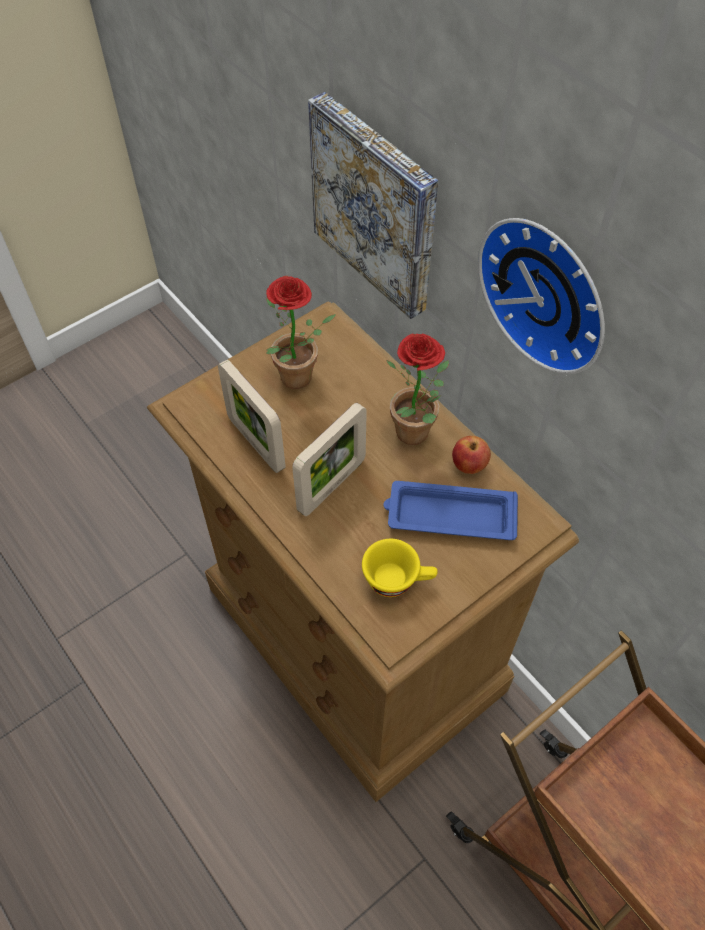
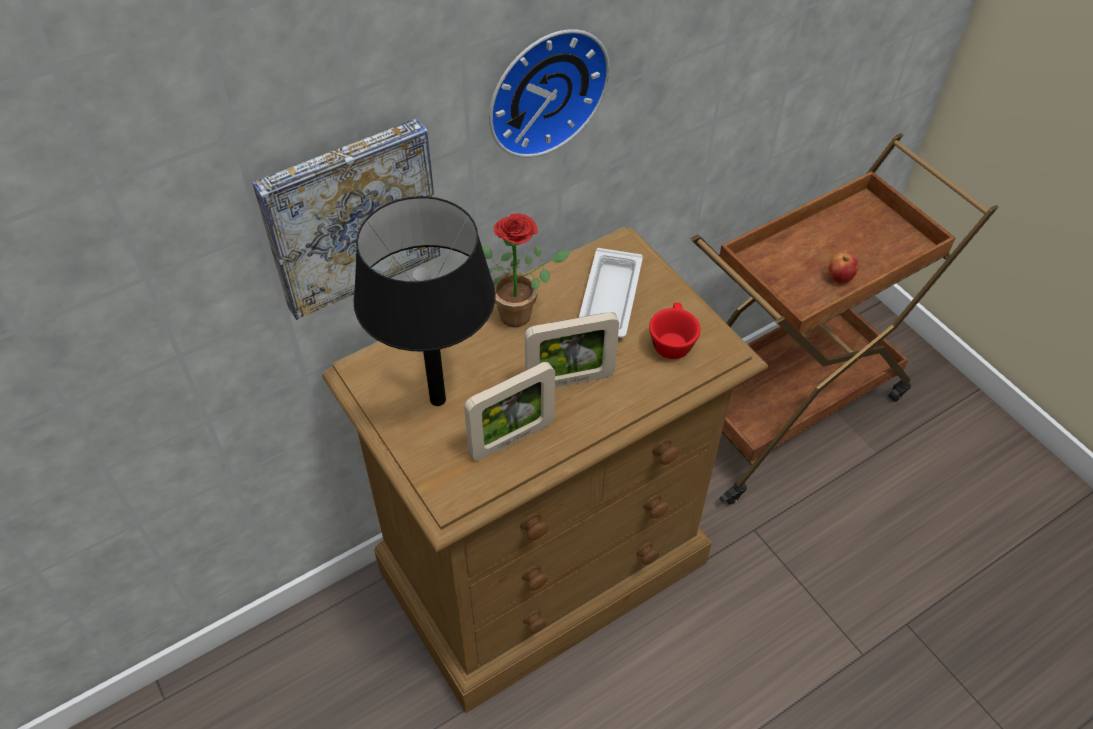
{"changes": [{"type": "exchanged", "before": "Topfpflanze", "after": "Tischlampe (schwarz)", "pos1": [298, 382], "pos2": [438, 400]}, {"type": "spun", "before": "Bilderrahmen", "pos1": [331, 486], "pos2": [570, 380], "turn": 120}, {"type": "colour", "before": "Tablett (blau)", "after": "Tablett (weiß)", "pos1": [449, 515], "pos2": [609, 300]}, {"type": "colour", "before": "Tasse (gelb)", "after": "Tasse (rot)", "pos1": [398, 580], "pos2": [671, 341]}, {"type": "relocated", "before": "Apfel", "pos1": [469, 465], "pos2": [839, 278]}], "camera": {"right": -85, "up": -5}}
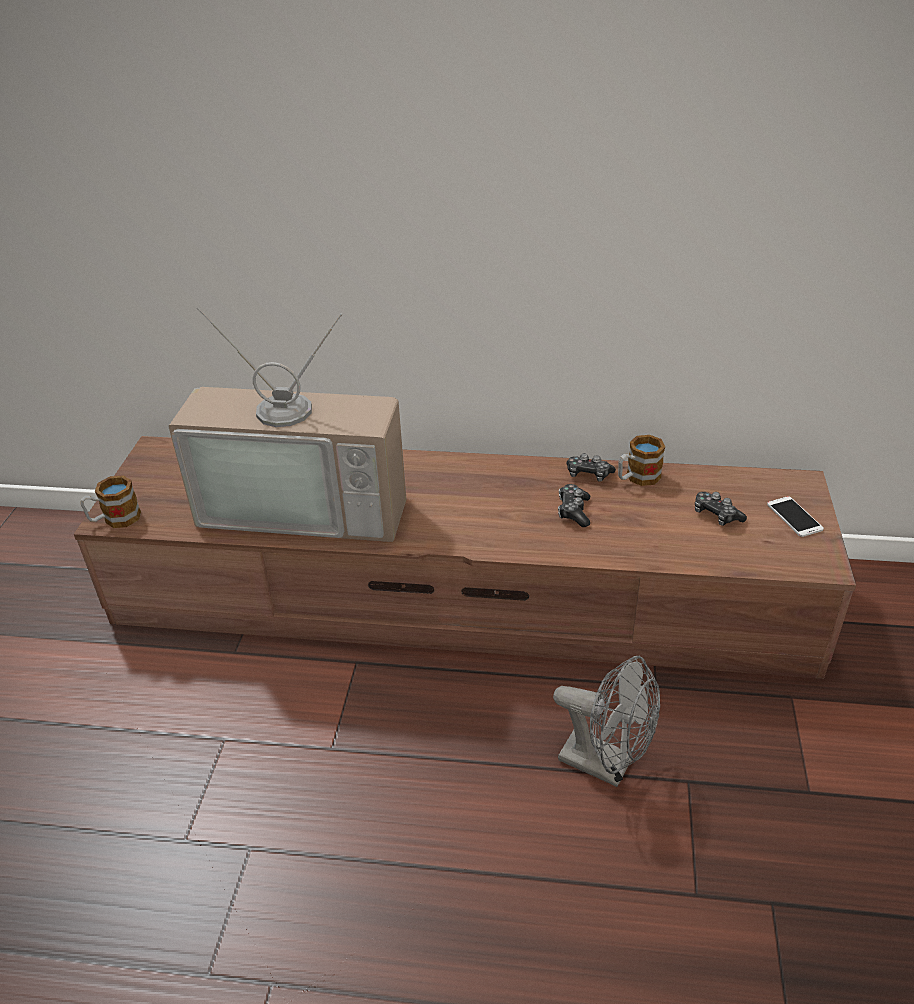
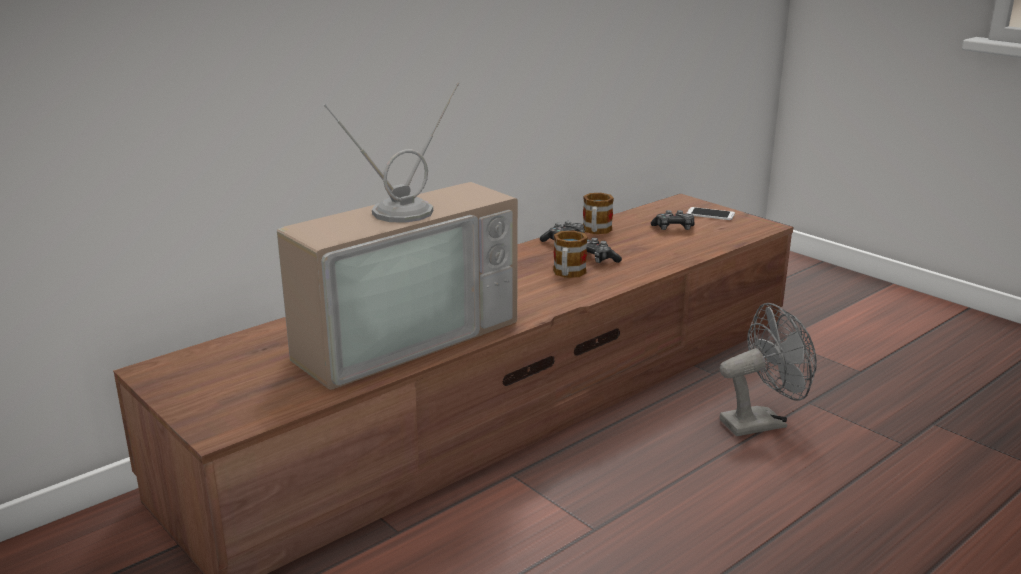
{"changes": [{"type": "relocated", "before": "Henkelbecher", "pos1": [115, 519], "pos2": [568, 274]}], "camera": {"right": -50, "up": -15}}
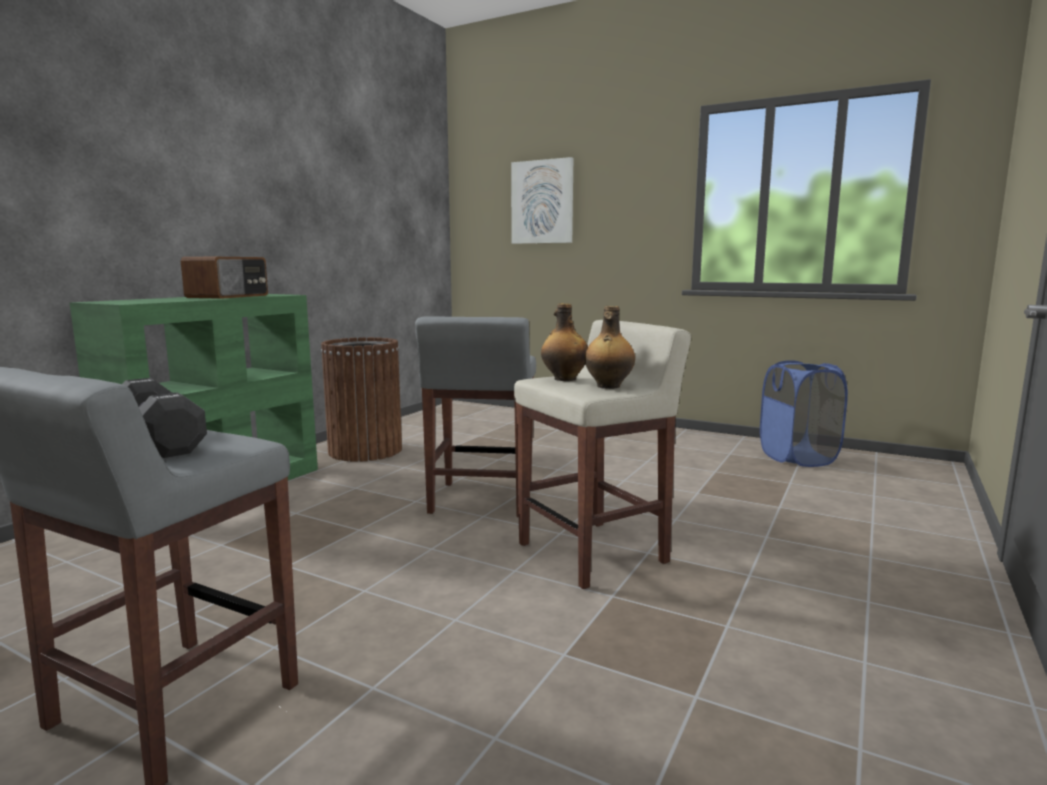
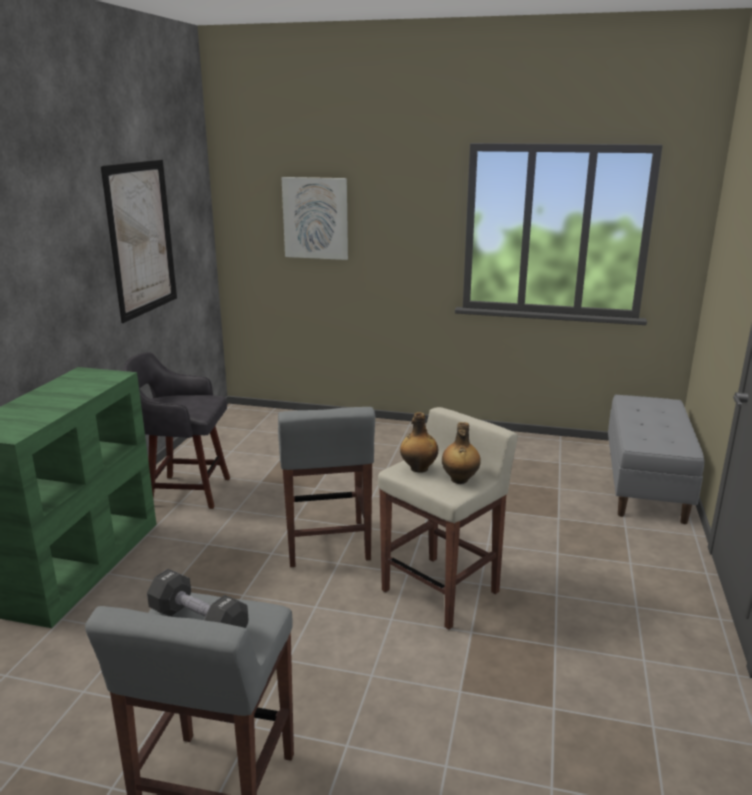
{"changes": [{"type": "appeared", "after": "Bild", "pos2": [141, 238]}, {"type": "exchanged", "before": "Mülleimer (braun)", "after": "Hocker (grau)", "pos1": [365, 450], "pos2": [185, 491]}, {"type": "appeared", "after": "Bank (grau)", "pos2": [645, 485]}, {"type": "missing", "before": "Radio", "pos1": [229, 296]}, {"type": "missing", "before": "Wäschekorb (blau)", "pos1": [798, 458]}], "camera": {"right": -15, "up": 10}}
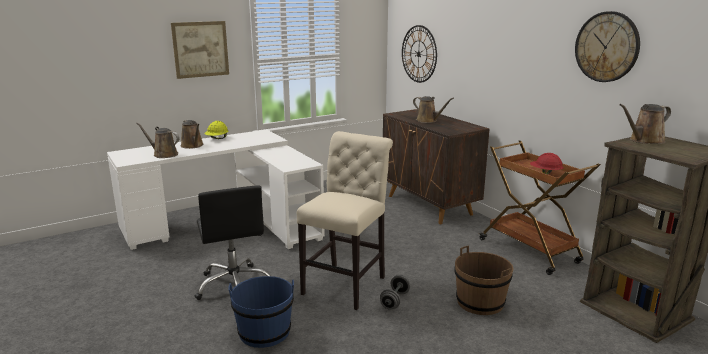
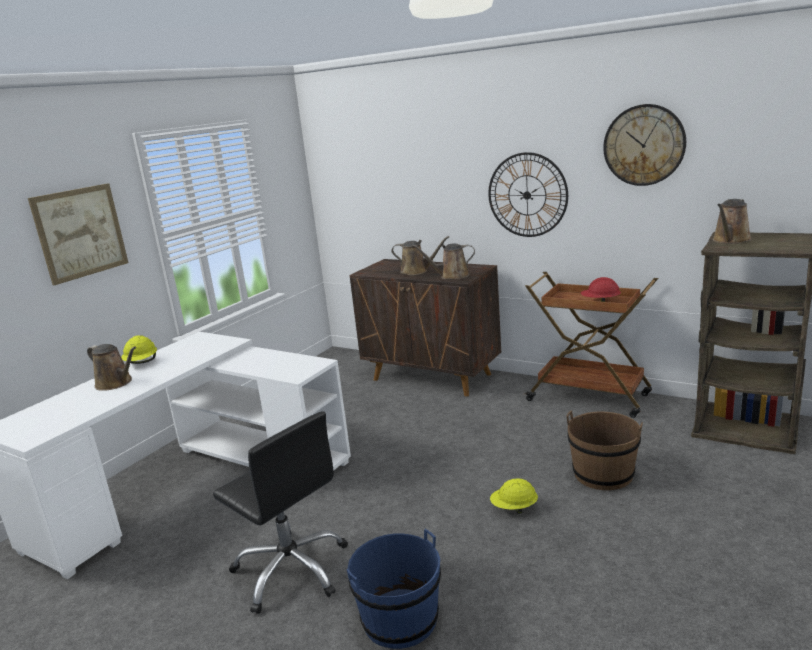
{"changes": [{"type": "relocated", "before": "Gießkanne (braun)", "pos1": [163, 154], "pos2": [451, 276]}, {"type": "relocated", "before": "Wanduhr", "pos1": [418, 54], "pos2": [527, 195]}, {"type": "exchanged", "before": "Hantel (grau)", "after": "Schutzhelm (gelb)", "pos1": [395, 300], "pos2": [514, 508]}, {"type": "missing", "before": "Hocker (beige)", "pos1": [347, 284]}], "camera": {"right": -25, "up": 0}}
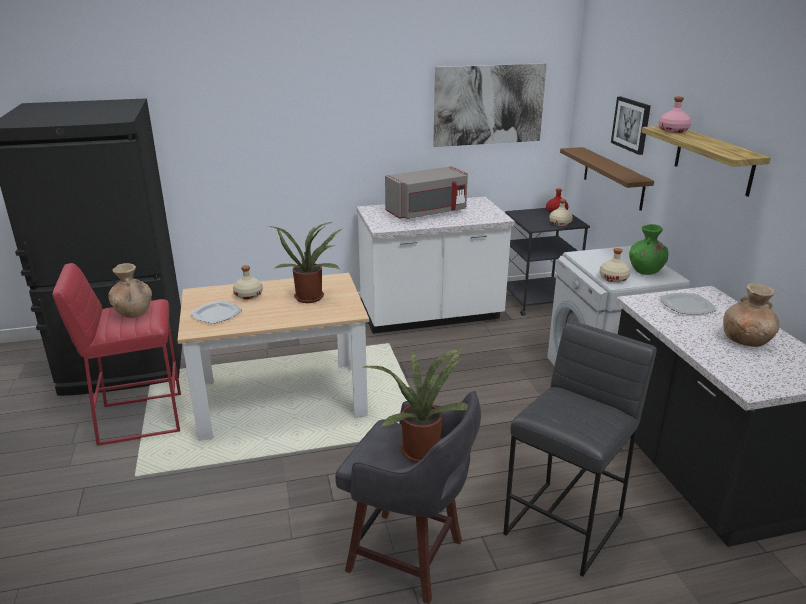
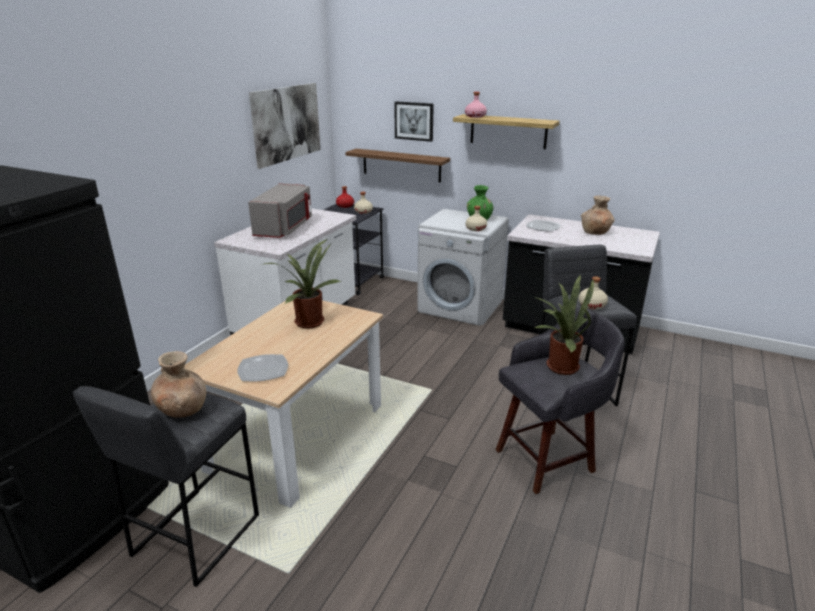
{"changes": [{"type": "colour", "before": "Hocker (rot)", "after": "Hocker (grau)", "pos1": [139, 418], "pos2": [195, 536]}, {"type": "relocated", "before": "Flasche (beige)", "pos1": [249, 295], "pos2": [592, 305]}], "camera": {"right": -50, "up": 0}}
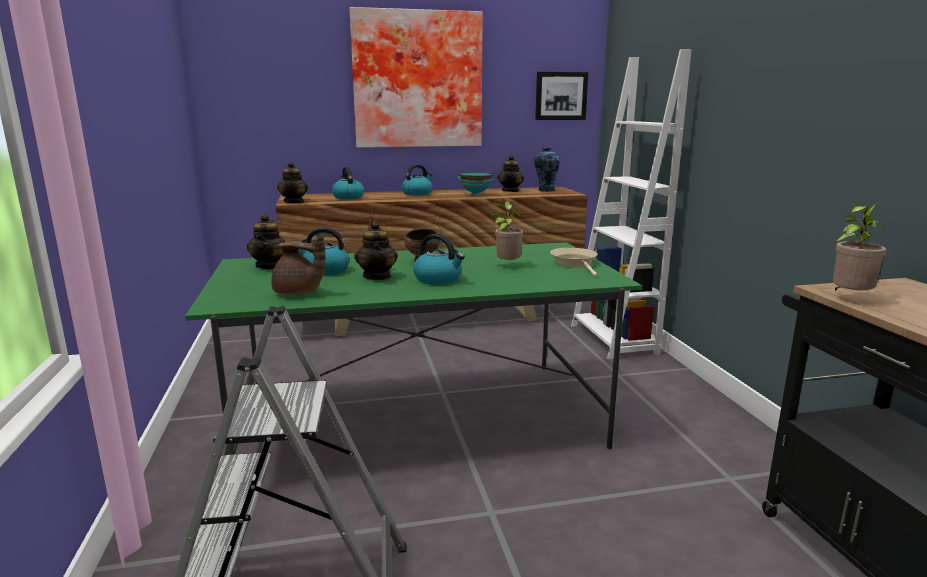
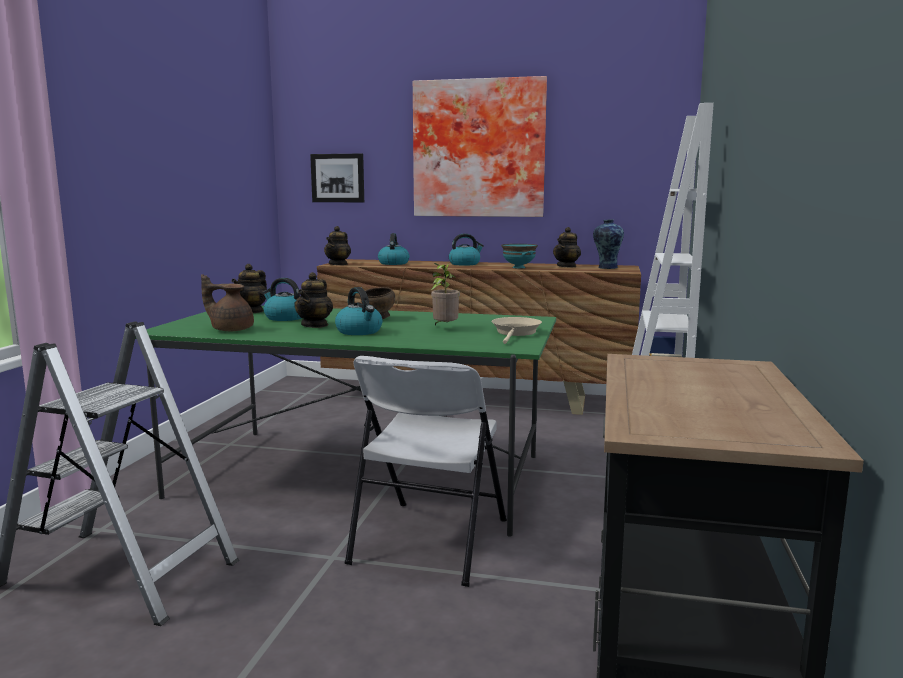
{"changes": [{"type": "spun", "before": "Teekanne (braun)", "pos1": [298, 293], "pos2": [231, 329], "turn": 150}, {"type": "relocated", "before": "Bild", "pos1": [561, 96], "pos2": [338, 178]}, {"type": "appeared", "after": "Stuhl (weiß)", "pos2": [429, 541]}, {"type": "missing", "before": "Topfpflanze", "pos1": [849, 298]}], "camera": {"right": 25, "up": -5}}
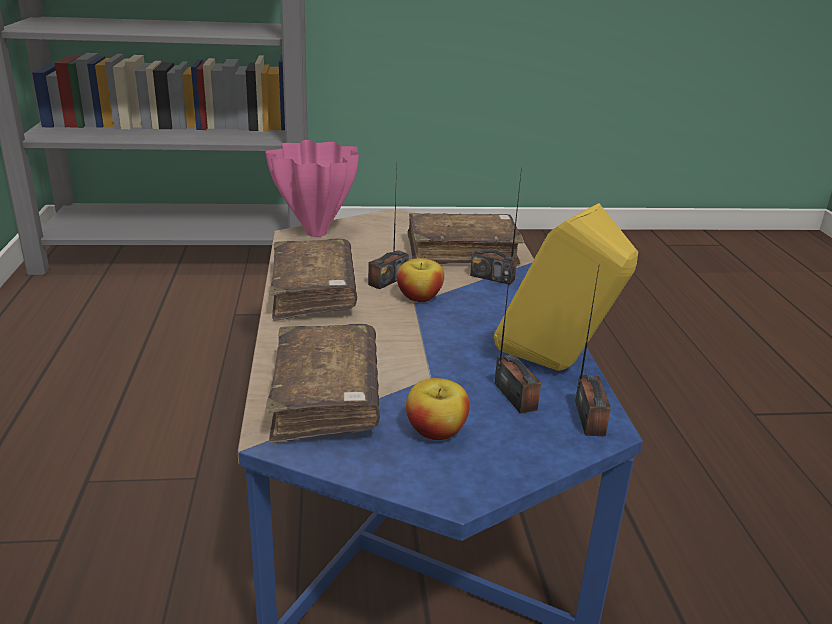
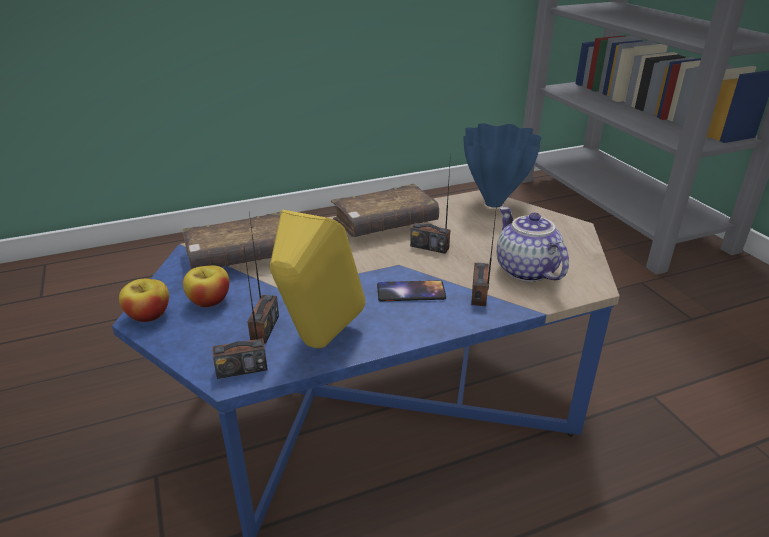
{"changes": [{"type": "relocated", "before": "Apfel", "pos1": [419, 297], "pos2": [149, 315]}, {"type": "spun", "before": "Radio", "pos1": [514, 396], "pos2": [264, 328], "turn": -45}, {"type": "appeared", "after": "Handy", "pos2": [411, 291]}, {"type": "colour", "before": "Vase (rosa)", "after": "Vase (blau)", "pos1": [316, 232], "pos2": [495, 203]}, {"type": "exchanged", "before": "Buch (braun)", "after": "Teekanne", "pos1": [462, 251], "pos2": [524, 270]}], "camera": {"right": 75, "up": 5}}
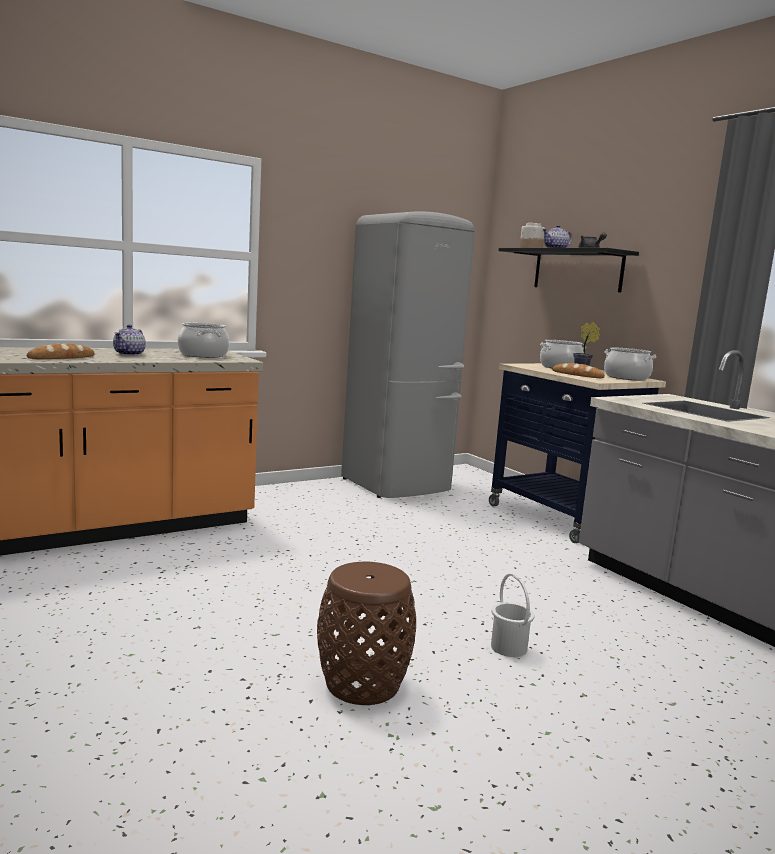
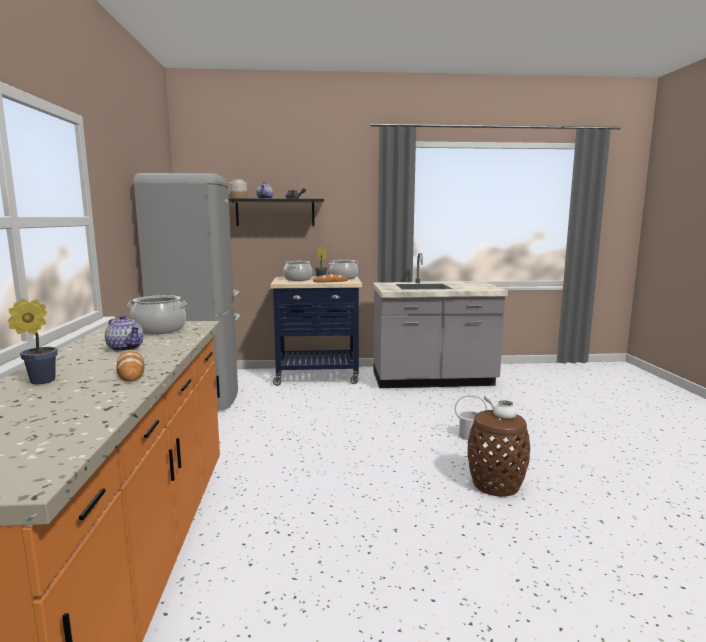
{"changes": [{"type": "appeared", "after": "Topfpflanze", "pos2": [39, 381]}, {"type": "appeared", "after": "Teekanne (weiß)", "pos2": [501, 414]}], "camera": {"right": -60, "up": 0}}
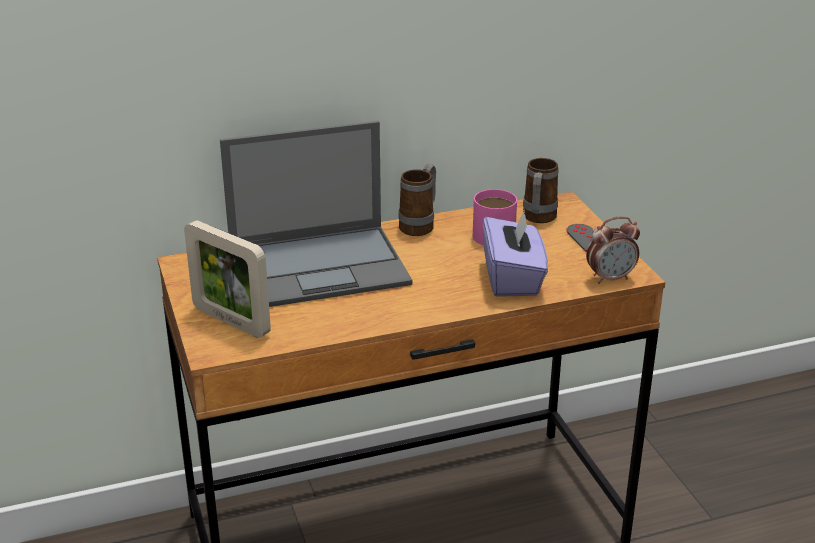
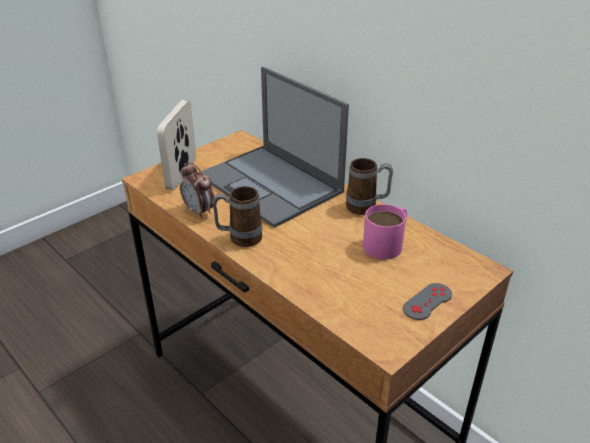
{"changes": [{"type": "relocated", "before": "Wecker", "pos1": [610, 278], "pos2": [199, 212]}, {"type": "relocated", "before": "Henkelbecher", "pos1": [537, 219], "pos2": [239, 238]}, {"type": "missing", "before": "Taschentuchbox (lila)", "pos1": [513, 278]}], "camera": {"right": 65, "up": 5}}
